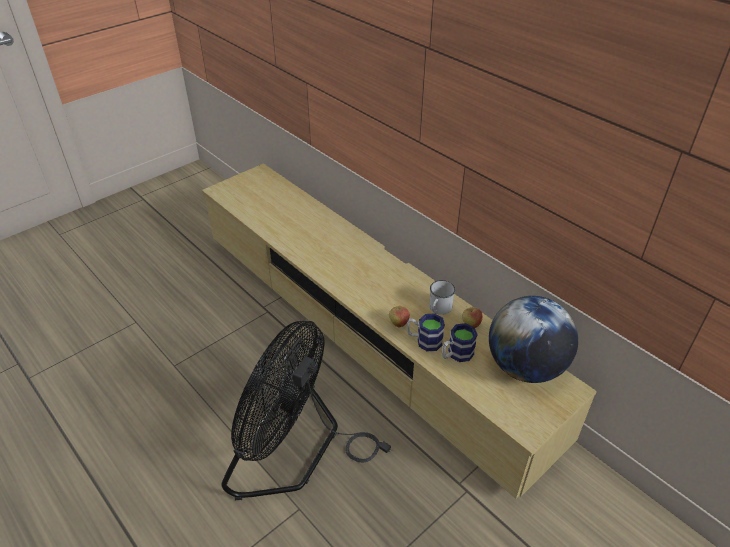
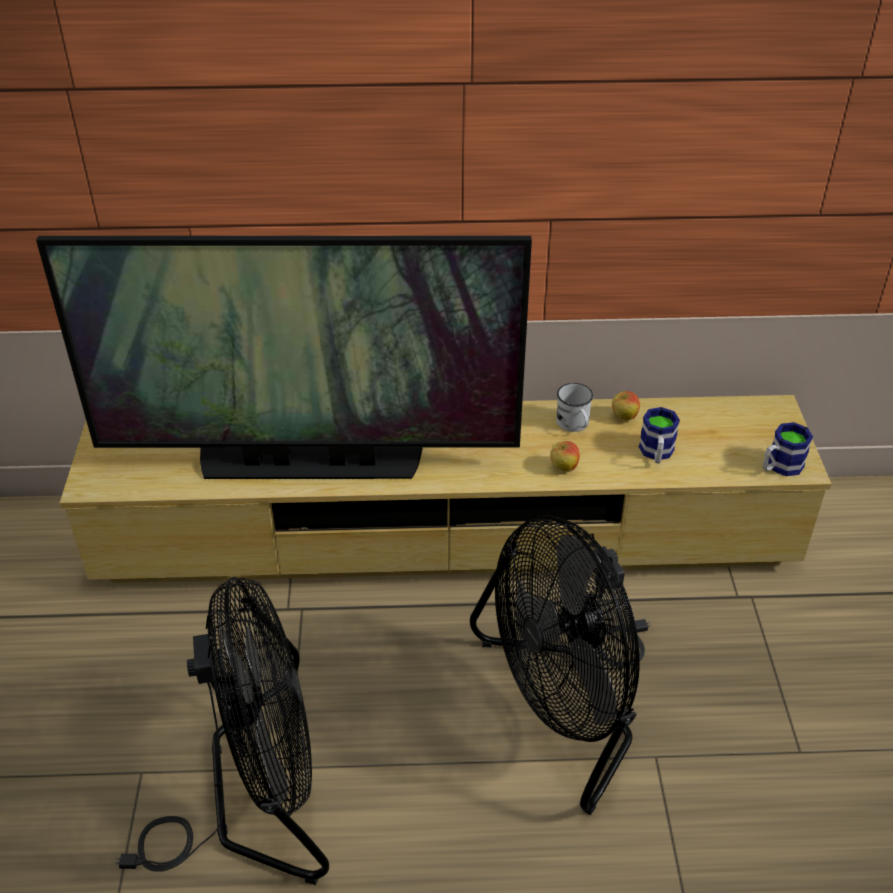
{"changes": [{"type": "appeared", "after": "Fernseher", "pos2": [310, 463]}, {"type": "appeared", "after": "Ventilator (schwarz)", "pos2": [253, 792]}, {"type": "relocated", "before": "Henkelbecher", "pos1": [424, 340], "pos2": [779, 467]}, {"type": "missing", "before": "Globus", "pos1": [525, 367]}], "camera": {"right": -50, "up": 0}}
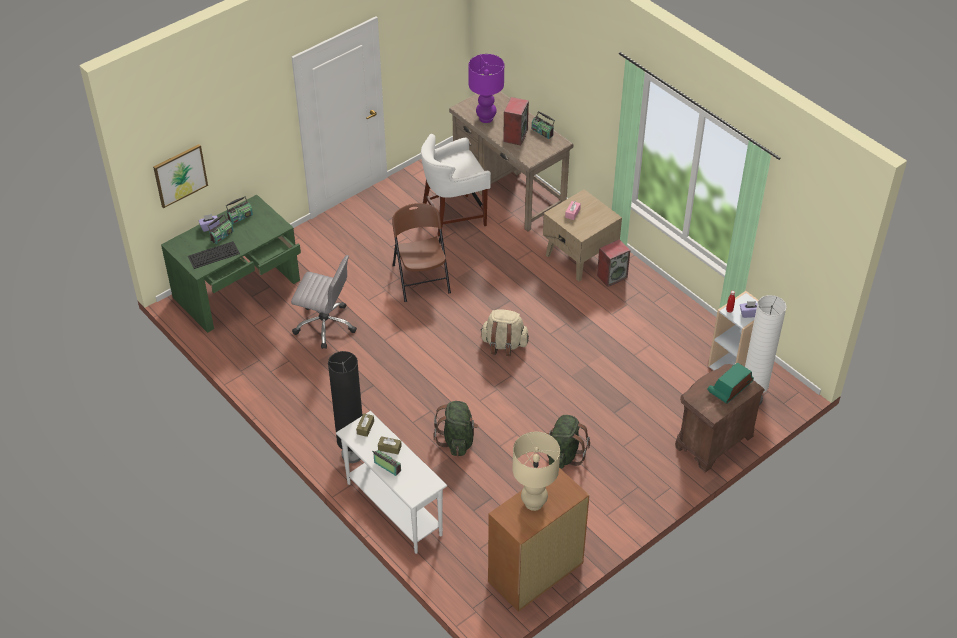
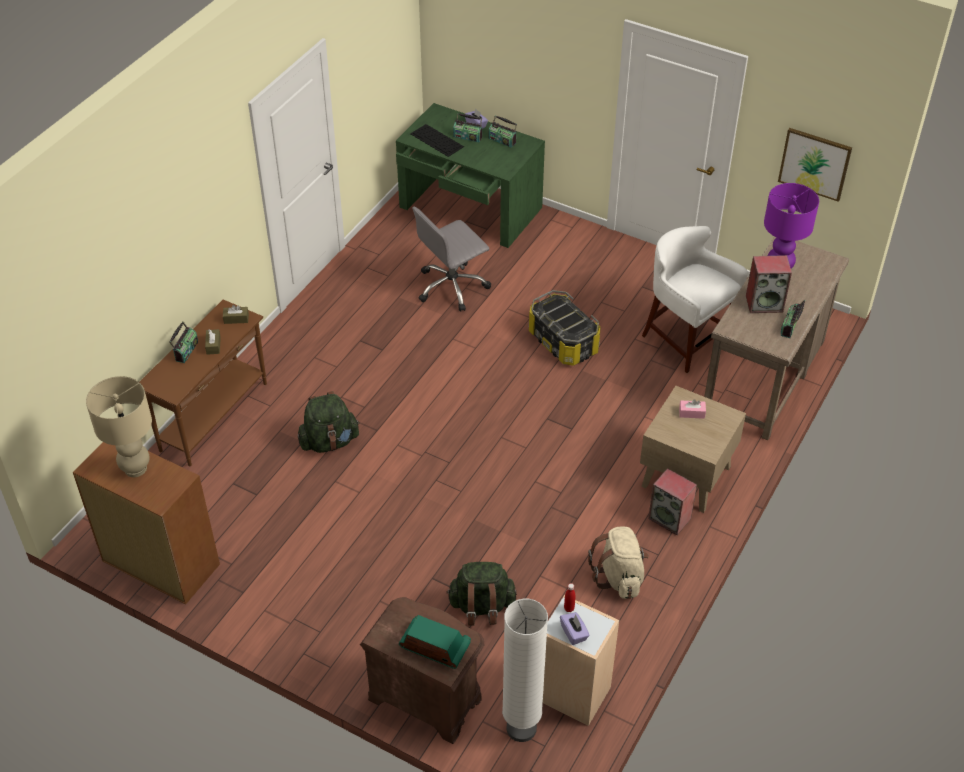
{"changes": [{"type": "colour", "before": "Konsolentisch (weiß)", "after": "Konsolentisch (braun)", "pos1": [393, 509], "pos2": [213, 416]}, {"type": "spun", "before": "Bürostuhl (grau)", "pos1": [325, 325], "pos2": [452, 287], "turn": 60}, {"type": "relocated", "before": "Rucksack (grün)", "pos1": [564, 454], "pos2": [482, 606]}, {"type": "exchanged", "before": "Stuhl (braun)", "after": "Aufbewahrungsbox", "pos1": [421, 279], "pos2": [563, 342]}, {"type": "relocated", "before": "Rucksack (beige)", "pos1": [504, 344], "pos2": [619, 577]}, {"type": "relocated", "before": "Bild", "pos1": [180, 175], "pos2": [814, 163]}, {"type": "missing", "before": "Stehlampe (schwarz)", "pos1": [352, 455]}], "camera": {"right": 70, "up": 0}}
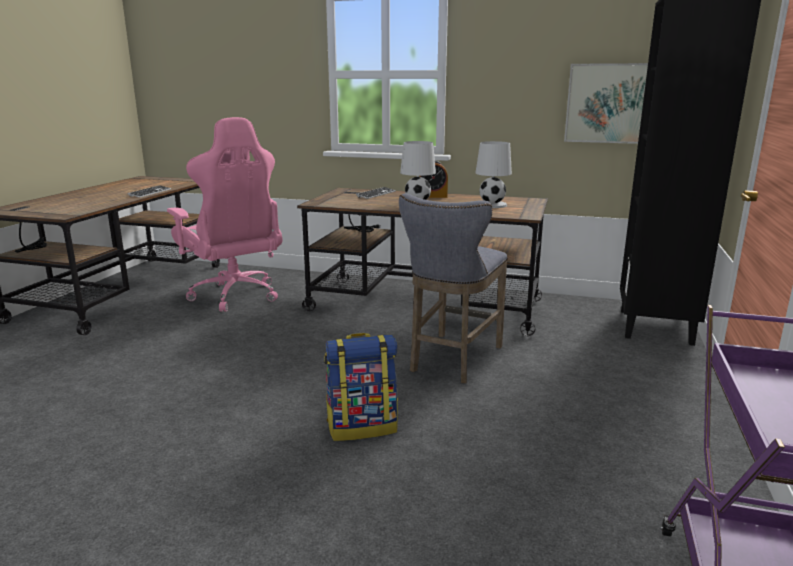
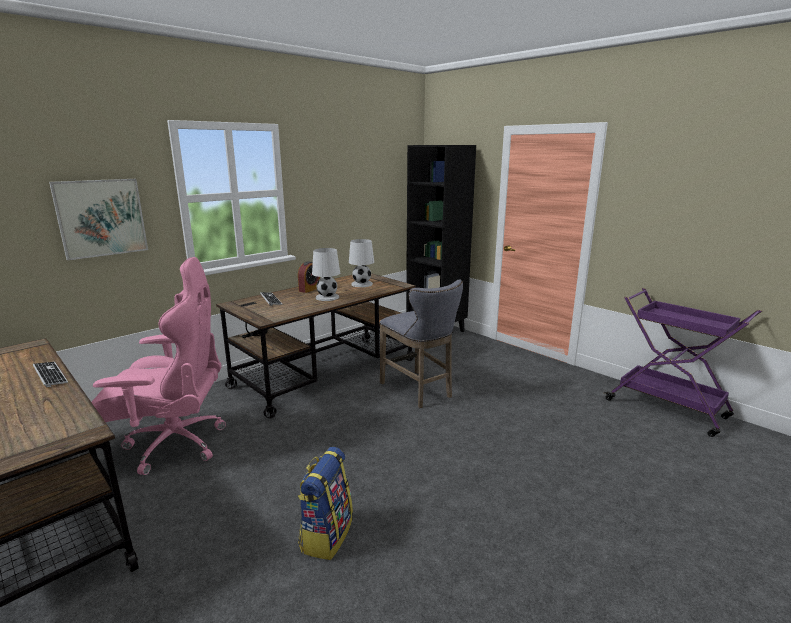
{"changes": [{"type": "relocated", "before": "Bild", "pos1": [606, 103], "pos2": [101, 218]}, {"type": "relocated", "before": "Rucksack", "pos1": [362, 426], "pos2": [326, 535]}], "camera": {"right": -60, "up": 0}}
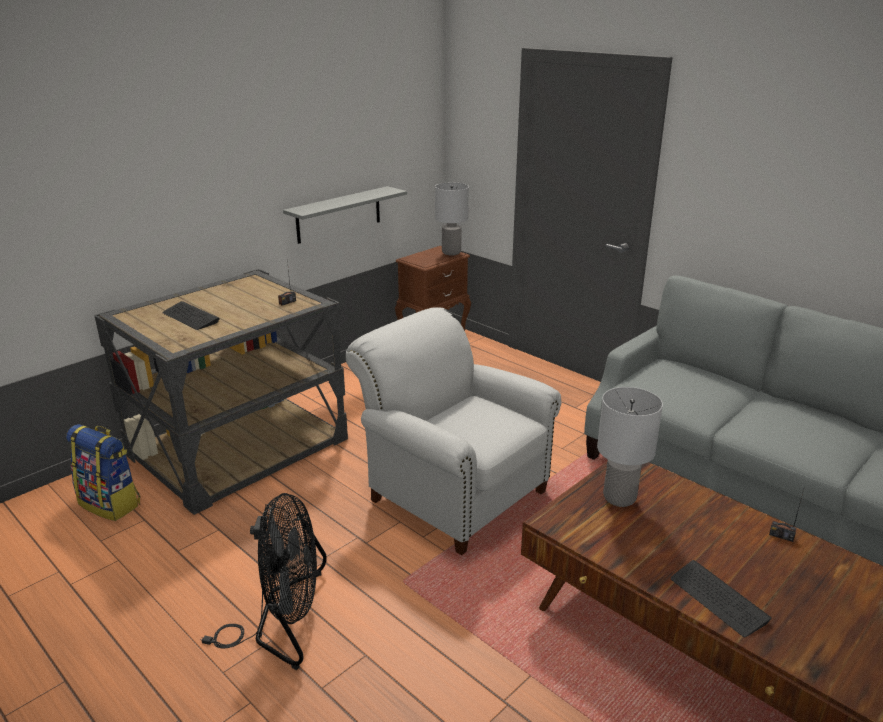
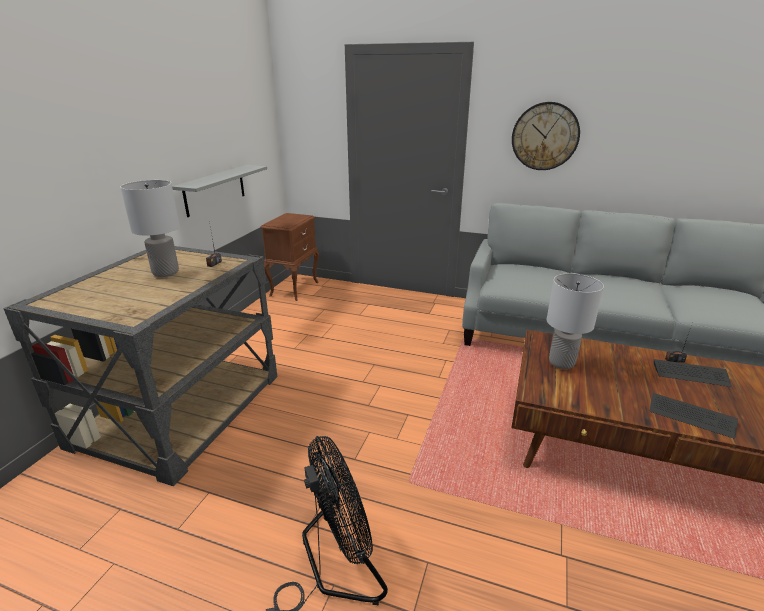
{"changes": [{"type": "relocated", "before": "Tischlampe (grau)", "pos1": [451, 253], "pos2": [166, 274]}, {"type": "appeared", "after": "Wanduhr", "pos2": [545, 136]}, {"type": "relocated", "before": "Tastatur", "pos1": [190, 317], "pos2": [690, 374]}, {"type": "missing", "before": "Rucksack", "pos1": [111, 504]}, {"type": "missing", "before": "Sessel (weiß)", "pos1": [451, 492]}], "camera": {"right": -25, "up": 0}}
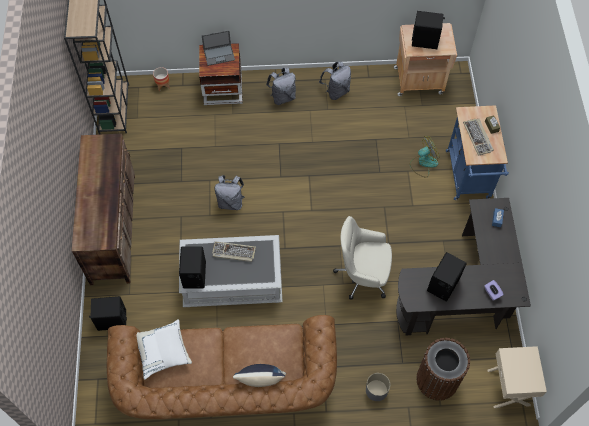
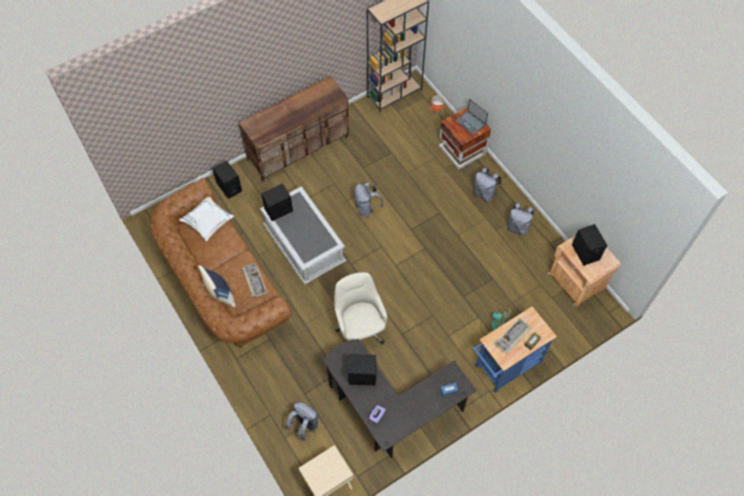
{"changes": [{"type": "relocated", "before": "Tastatur", "pos1": [233, 252], "pos2": [254, 280]}, {"type": "exchanged", "before": "Mülleimer (braun)", "after": "Rucksack (grau)", "pos1": [437, 380], "pos2": [304, 425]}, {"type": "missing", "before": "Pflanzkübel (grau)", "pos1": [376, 390]}], "camera": {"right": 60, "up": 0}}
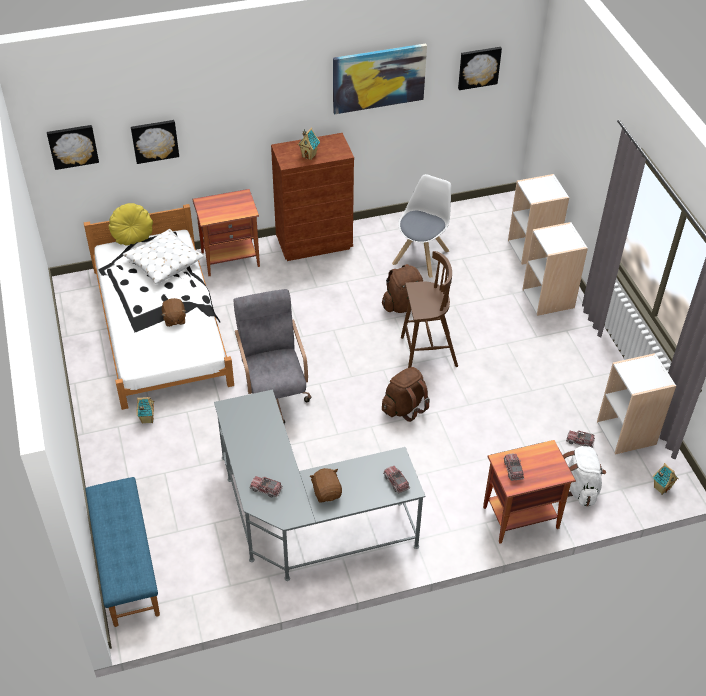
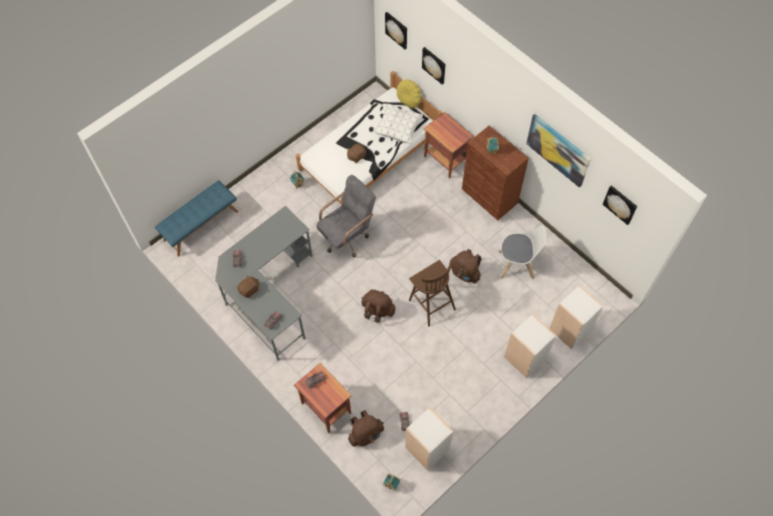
{"changes": [{"type": "colour", "before": "Rucksack (weiß)", "after": "Rucksack (braun)", "pos1": [579, 488], "pos2": [366, 434]}], "camera": {"right": 65, "up": 15}}
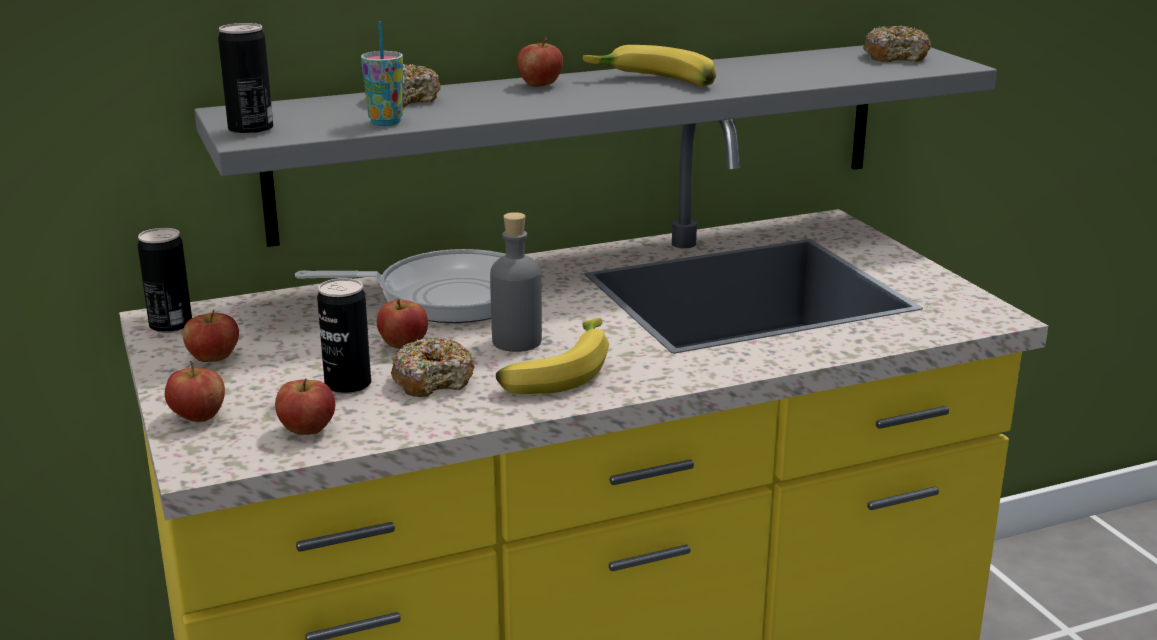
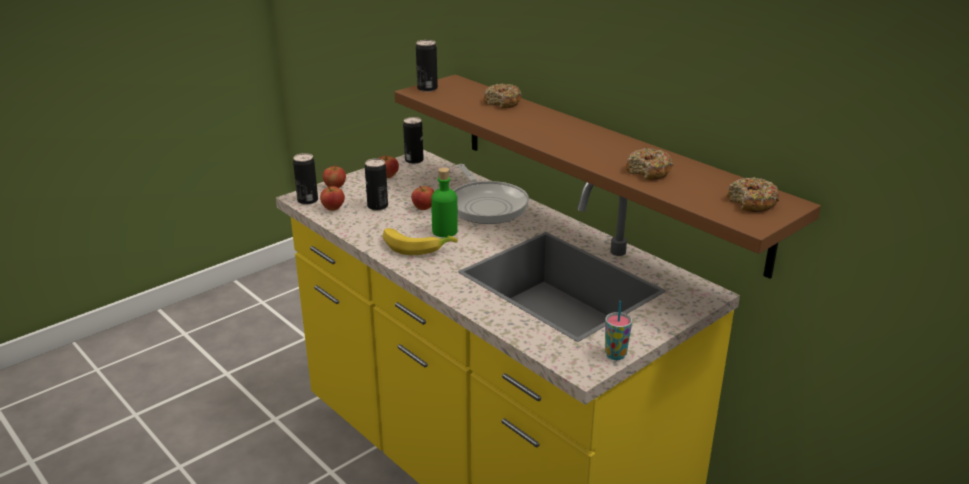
{"changes": [{"type": "appeared", "after": "Dose", "pos2": [307, 200]}, {"type": "colour", "before": "Wandregal (grau)", "after": "Wandregal (braun)", "pos1": [588, 138], "pos2": [604, 166]}, {"type": "colour", "before": "Flasche (grau)", "after": "Flasche (grün)", "pos1": [517, 341], "pos2": [445, 231]}, {"type": "relocated", "before": "Tasse", "pos1": [385, 122], "pos2": [615, 355]}, {"type": "relocated", "before": "Donut", "pos1": [433, 380], "pos2": [649, 171]}, {"type": "missing", "before": "Apfel", "pos1": [539, 85]}, {"type": "missing", "before": "Banane", "pos1": [653, 82]}], "camera": {"right": 70, "up": 5}}
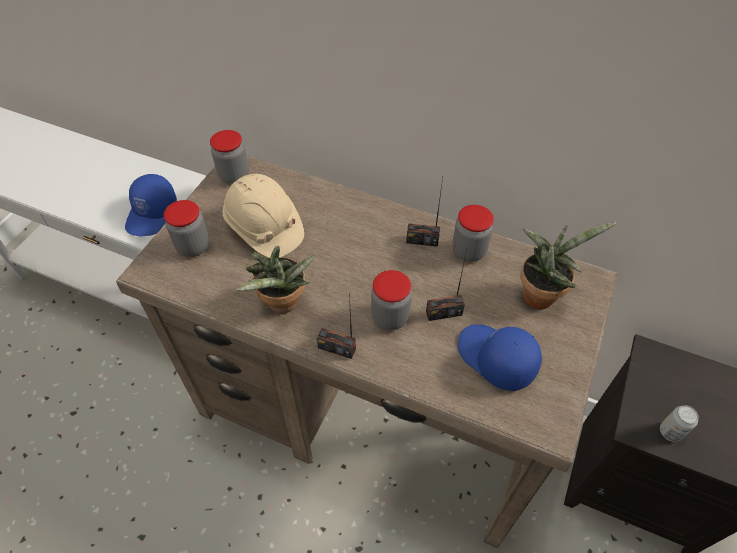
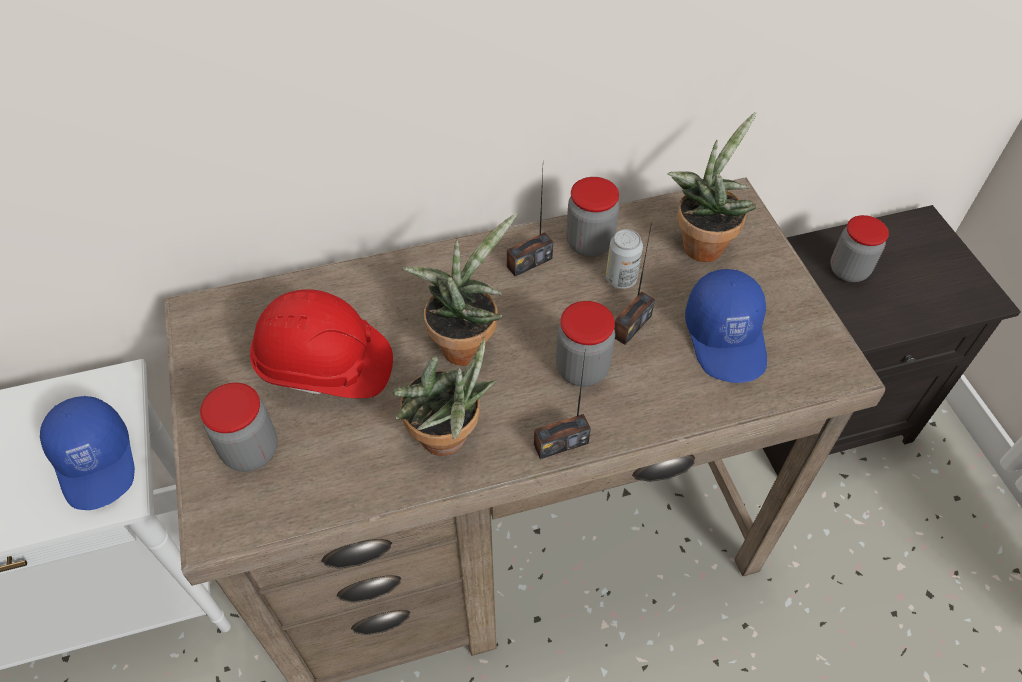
{"changes": [{"type": "colour", "before": "Schutzhelm (beige)", "after": "Schutzhelm (rot)", "pos1": [264, 228], "pos2": [325, 366]}, {"type": "appeared", "after": "Topfpflanze", "pos2": [464, 342]}, {"type": "relocated", "before": "Dose", "pos1": [670, 432], "pos2": [621, 279]}, {"type": "spun", "before": "Kappe (blau)", "pos1": [495, 359], "pos2": [727, 338], "turn": -105}, {"type": "relocated", "before": "Vorratsglas", "pos1": [234, 175], "pos2": [848, 270]}], "camera": {"right": -40, "up": 0}}
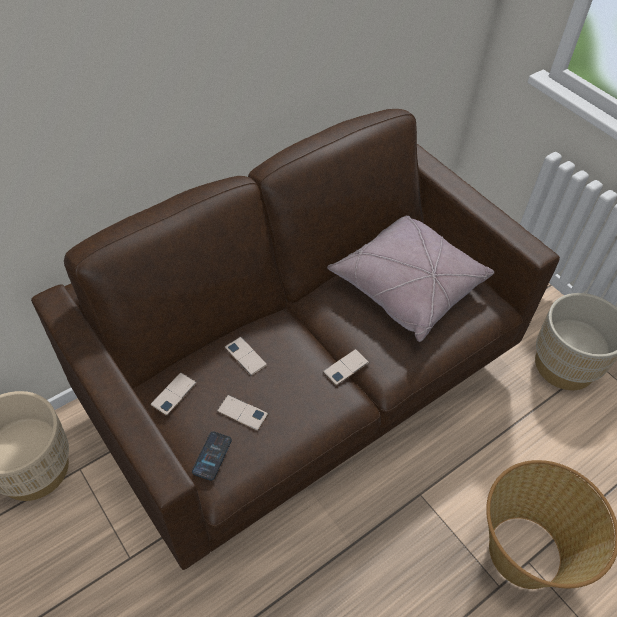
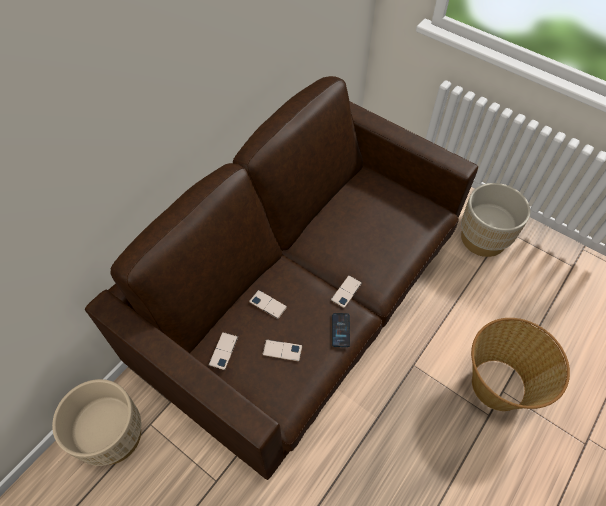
{"changes": [{"type": "relocated", "before": "Handy", "pos1": [212, 456], "pos2": [340, 330]}, {"type": "missing", "before": "Kissen (lila)", "pos1": [407, 286]}], "camera": {"right": -15, "up": 5}}
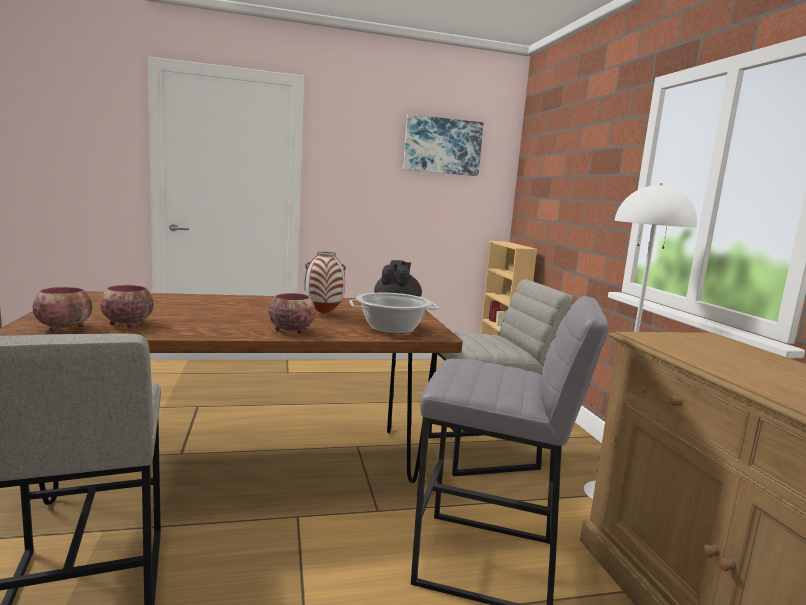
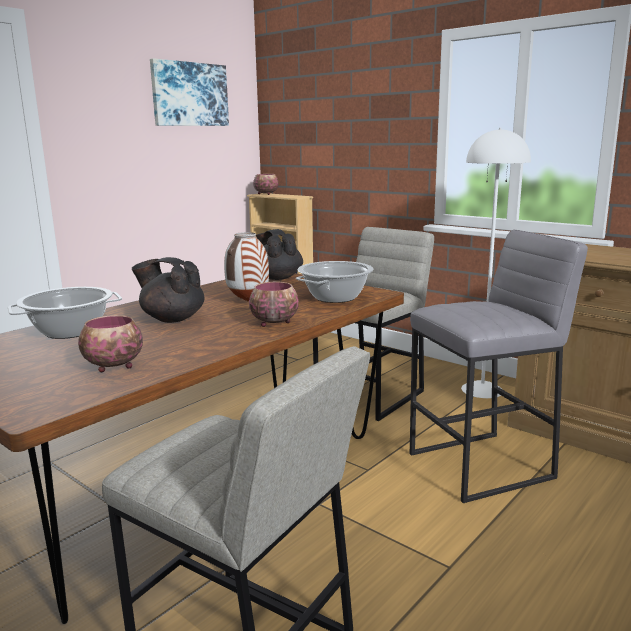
{"changes": [{"type": "appeared", "after": "Kochtopf", "pos2": [69, 331]}, {"type": "appeared", "after": "Teekanne (schwarz)", "pos2": [172, 319]}, {"type": "relocated", "before": "Schüssel", "pos1": [65, 328], "pos2": [266, 194]}], "camera": {"right": -35, "up": 5}}
